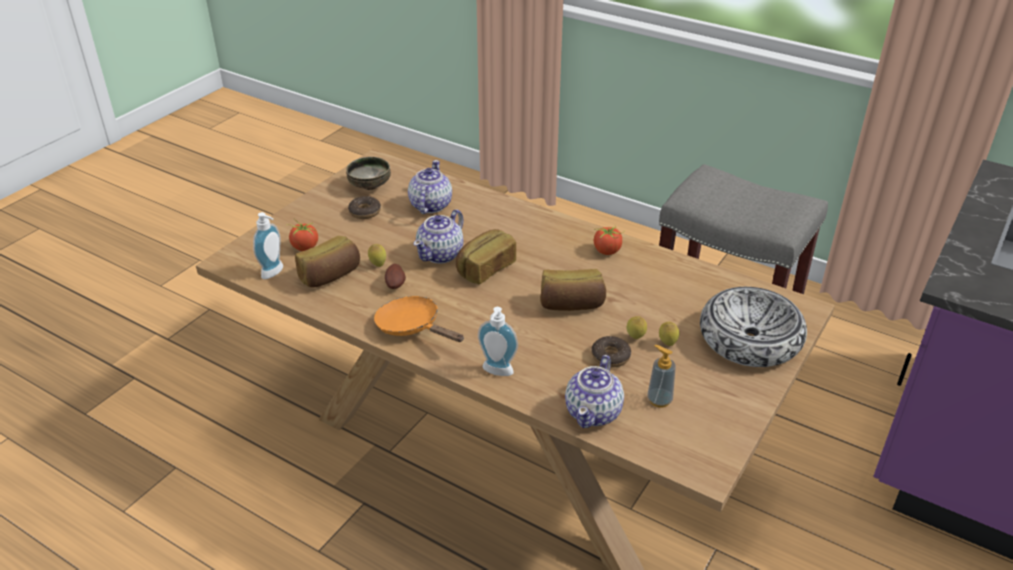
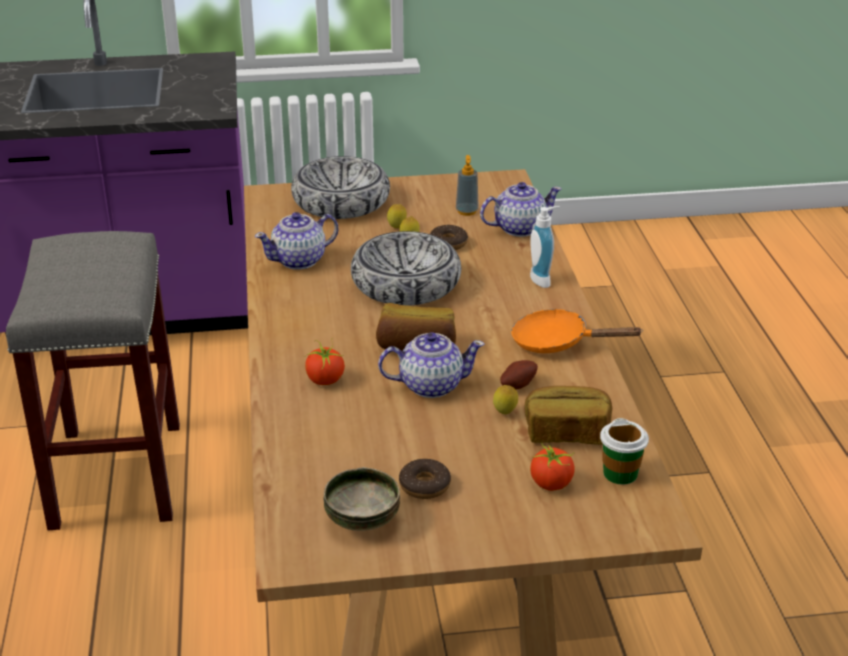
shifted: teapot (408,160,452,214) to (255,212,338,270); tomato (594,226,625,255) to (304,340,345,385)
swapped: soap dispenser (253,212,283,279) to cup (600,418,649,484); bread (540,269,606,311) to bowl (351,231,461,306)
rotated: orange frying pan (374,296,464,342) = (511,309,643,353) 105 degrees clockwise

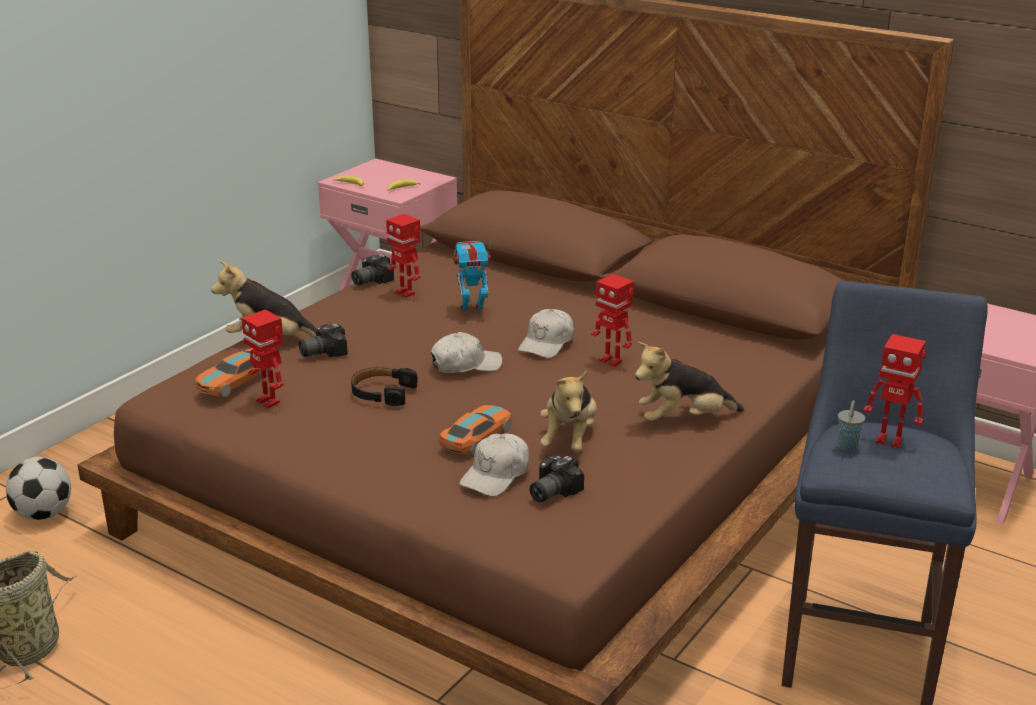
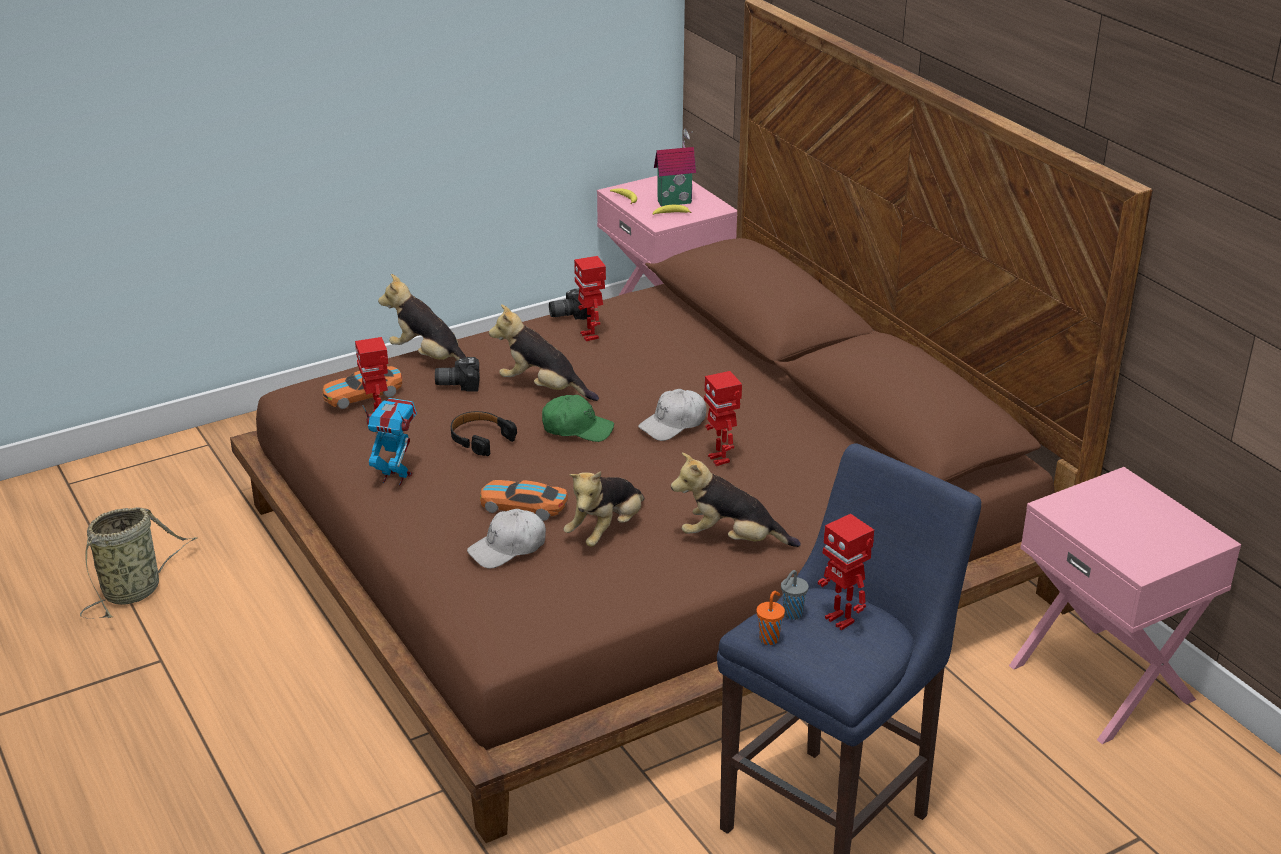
gone: football (6,457,71,520); photo camera (529,455,584,503)
new: plush toy (489,304,599,401); toy house (654,129,696,206); orange cup (757,591,785,645)
shifted: toy robot (454,241,491,316) to (362,398,417,486)
repainted: white cap (431,332,502,373) to green cap (542,395,614,442)
rotated: toy car (438,405,512,455) = (480,480,568,521) 135 degrees counterclockwise

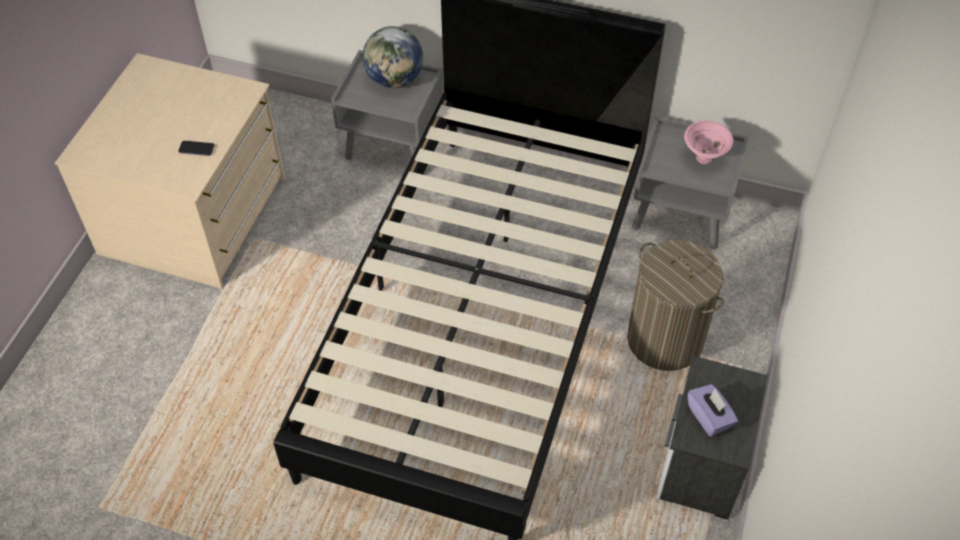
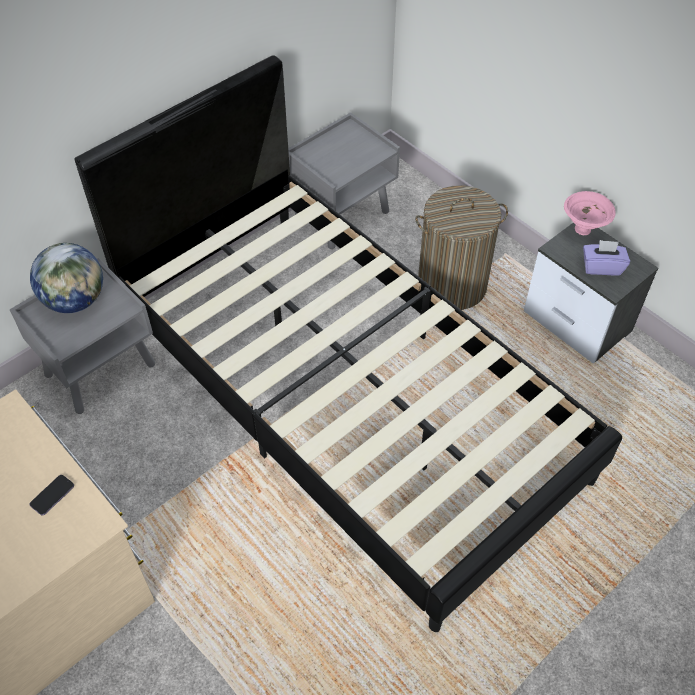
shifted: pink bowl (684,121,733,164) to (564,191,616,235)

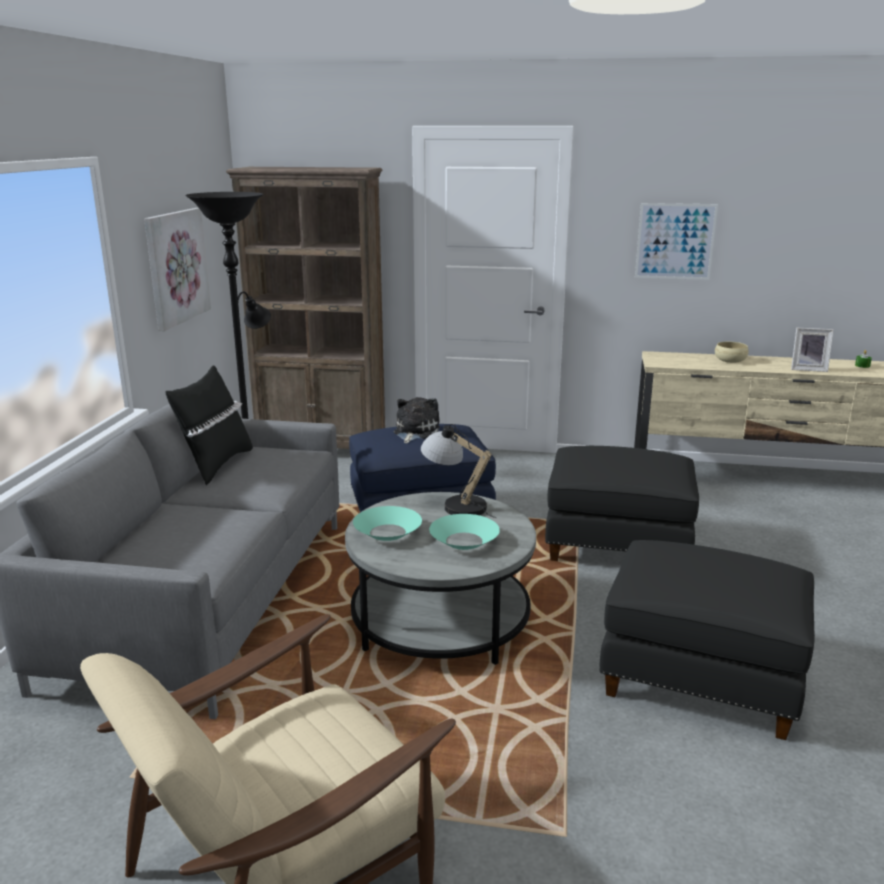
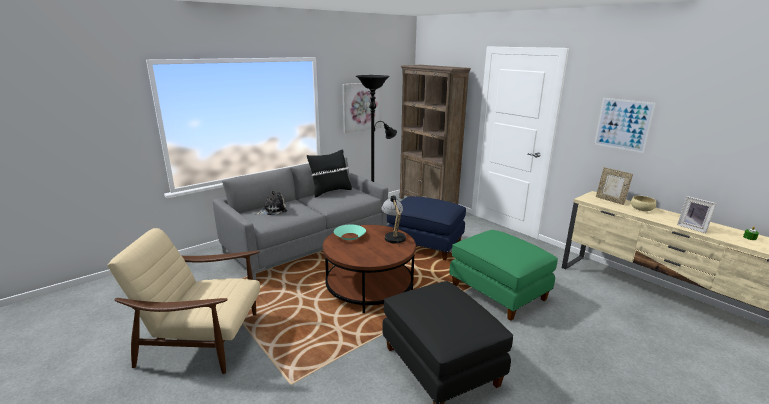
gone: turquoise bowl (429,514,500,550)
new: picture frame (596,167,633,205)
shifted: plush toy (394,397,440,443) to (256,191,287,215)
repainted: grey coffee table (345,492,536,665) to brown coffee table (323,225,416,313); black ottoman (545,446,699,561) to green ottoman (450,230,558,321)

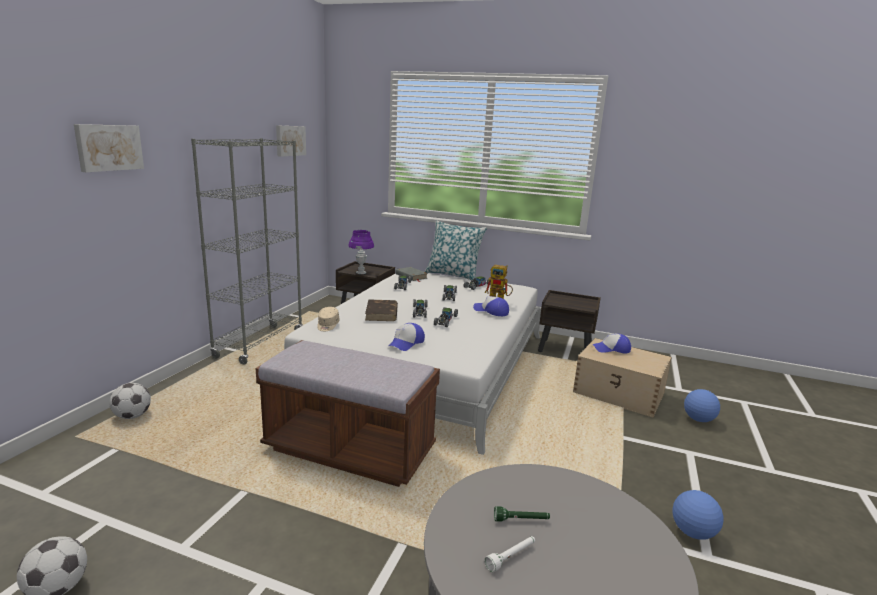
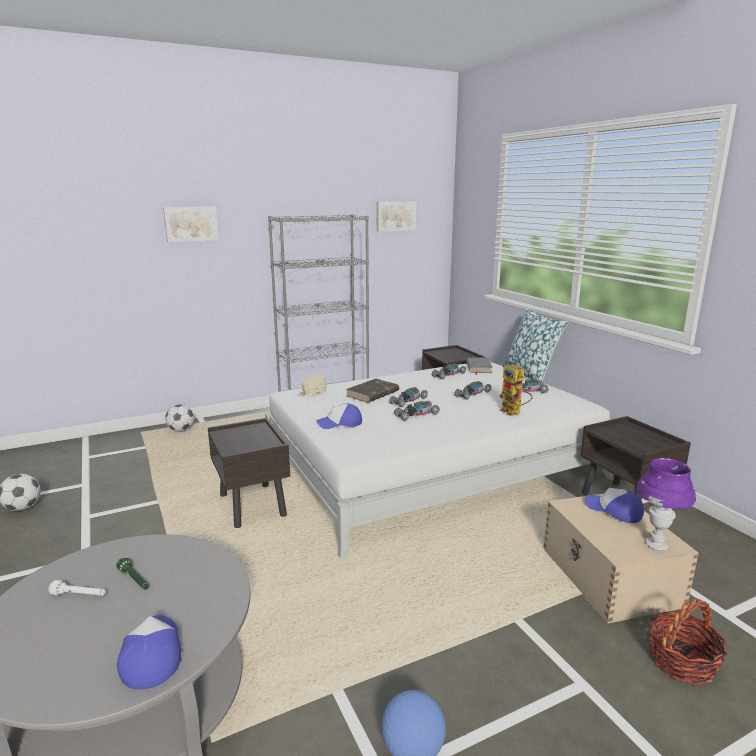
shifted: purple table lamp (348,230,374,274) to (636,458,696,551); cap (473,296,509,316) to (117,615,181,690)
swapped: brown bench (256,340,440,487) to brown nightstand (208,418,290,528); football (684,389,720,422) to basket (649,598,727,685)

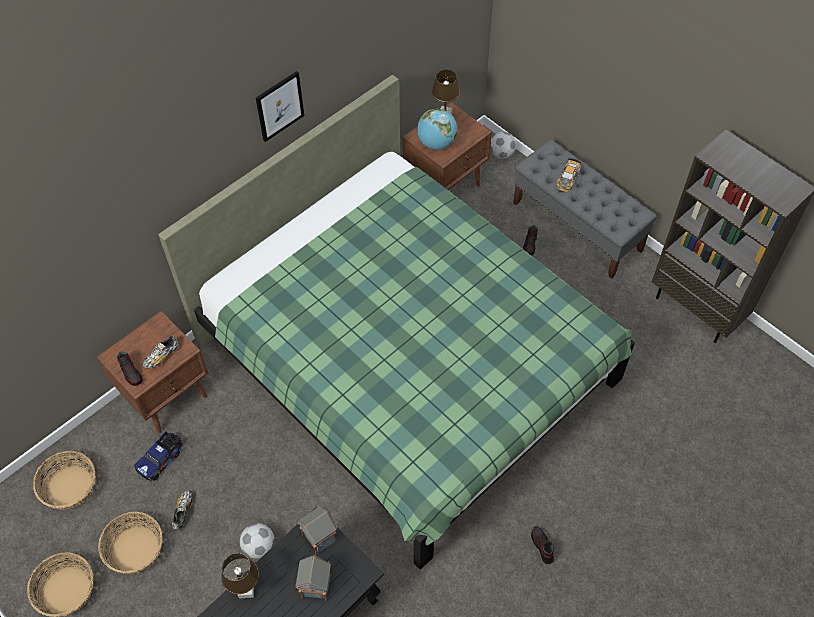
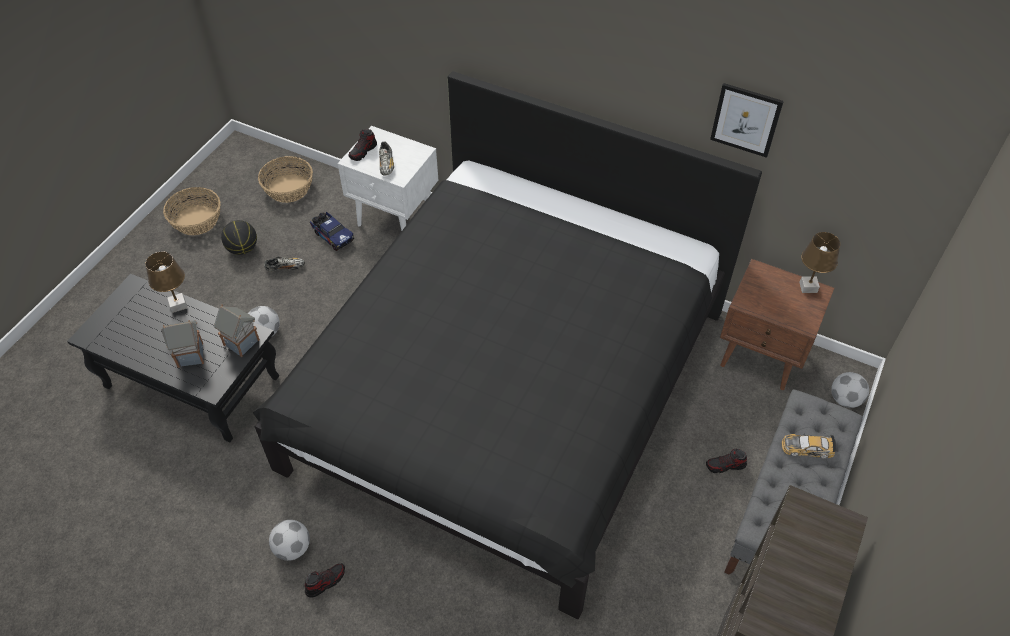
gone: globe (417,109,457,150)
new: football (269,520,310,561)
shifted: picture (256,71,304,142) to (710,83,784,158)
swapped: basket (98,512,163,574) to basketball (221,220,257,255)
repainted: brown nightstand (97,311,208,434) to white nightstand (338,126,438,231); green bed (159,75,635,569) to black bed (253,71,762,619)
rotated: toy truck (134,431,183,481) = (310,212,354,251) 150 degrees counterclockwise; shoe (142,336,179,368) = (379,142,394,176) 120 degrees counterclockwise

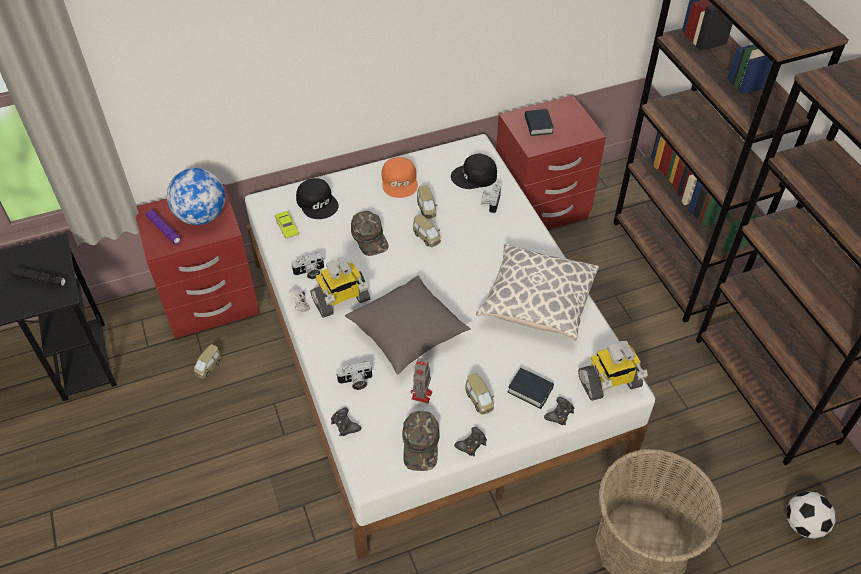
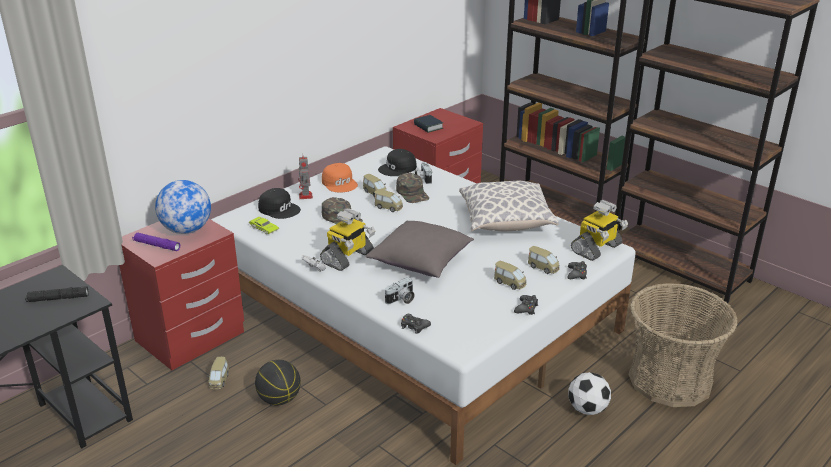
gone: photo camera (291,252,324,279)
new: basketball (255,360,301,405)
shifted: green cap (402,411,440,471) to (396,173,429,203); toy robot (410,358,432,403) to (298,157,313,199); football (786,491,836,539) to (568,372,611,415)
swapped: book (508,368,554,409) to toy car (528,246,560,274)

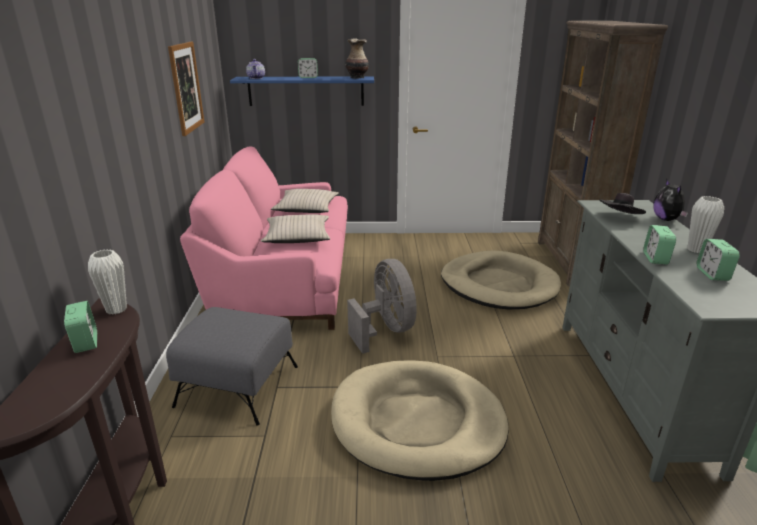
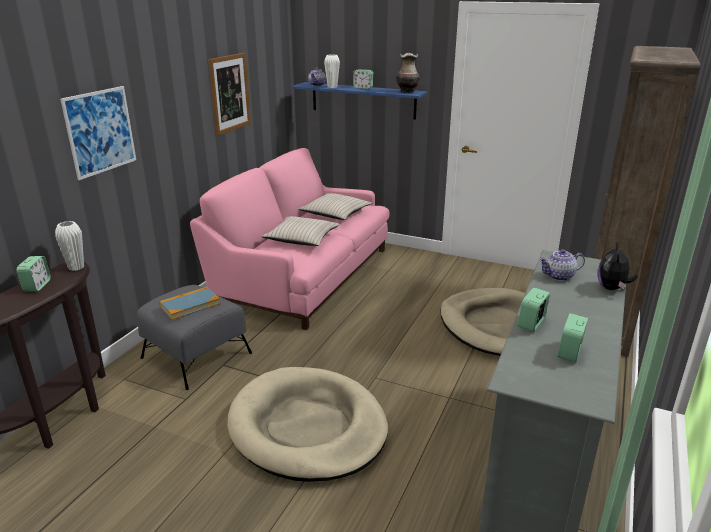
gone: grey fan (347,259,417,354)
new: picture (60,86,136,180); book (159,287,220,320)
shifted: white vase (687,196,724,253) to (324,54,340,88)
swapped: black hat (599,193,646,214) to teapot (539,249,585,281)

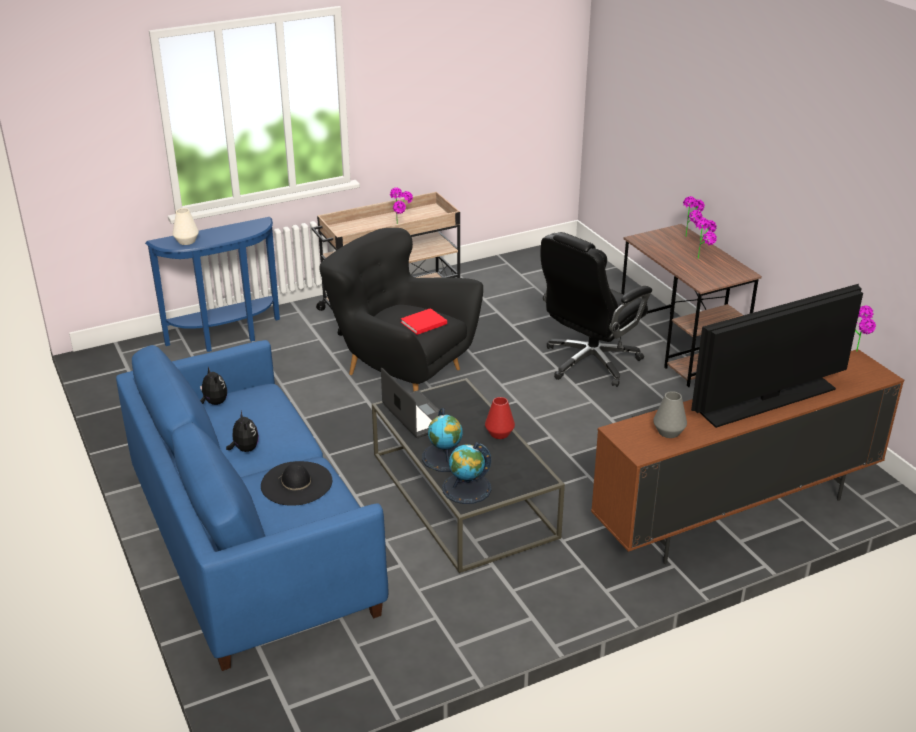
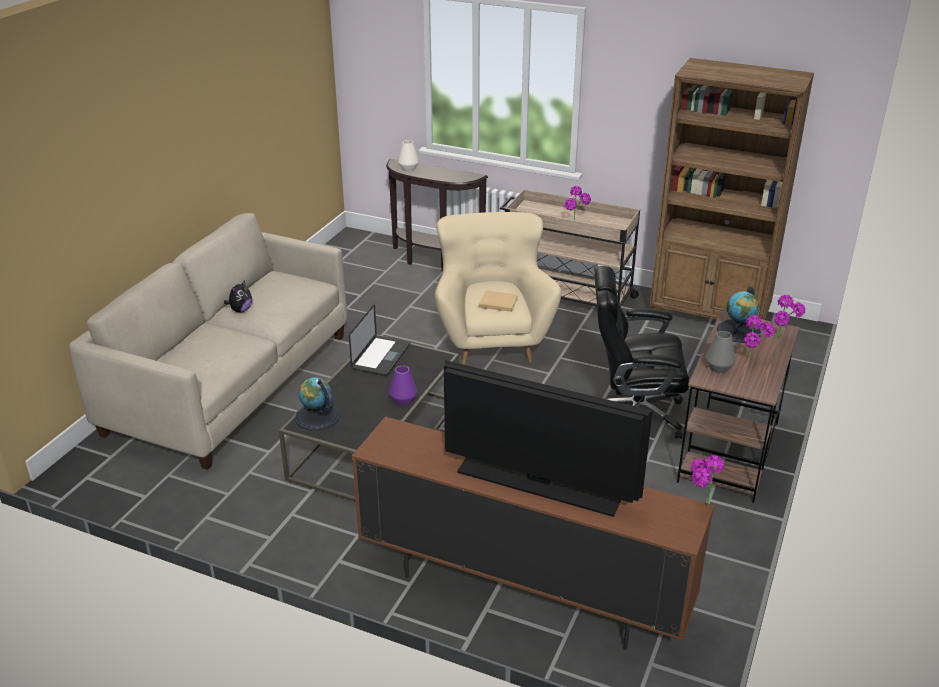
gone: plush toy (200,367,227,405); black hat (261,461,332,506)
new: brown bookcase (650,58,814,320)
shifted: globe (422,408,463,472) to (717,286,761,343); grey vase (653,391,687,438) to (705,331,736,373)
repainted: blue sofa (116,340,388,671) to beige sofa (69,213,347,470); blue console table (145,217,280,352) to brown console table (386,159,488,272); black armchair (319,228,483,392) to beige armchair (435,212,562,365); red book (401,308,447,335) to beige book (479,290,518,312); red vase (485,397,515,439) to purple vase (389,366,417,405)

